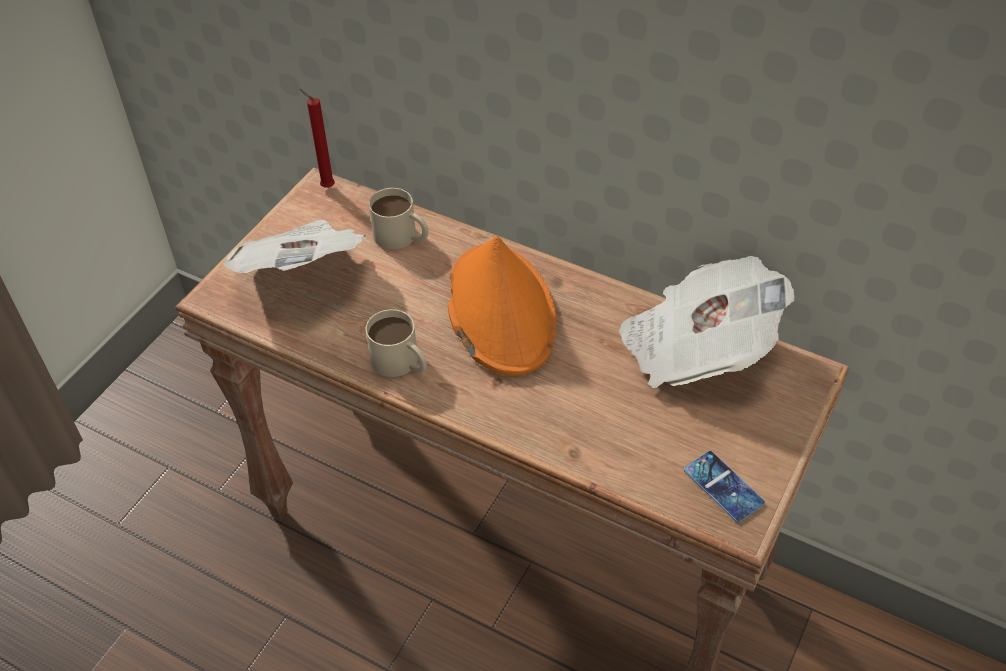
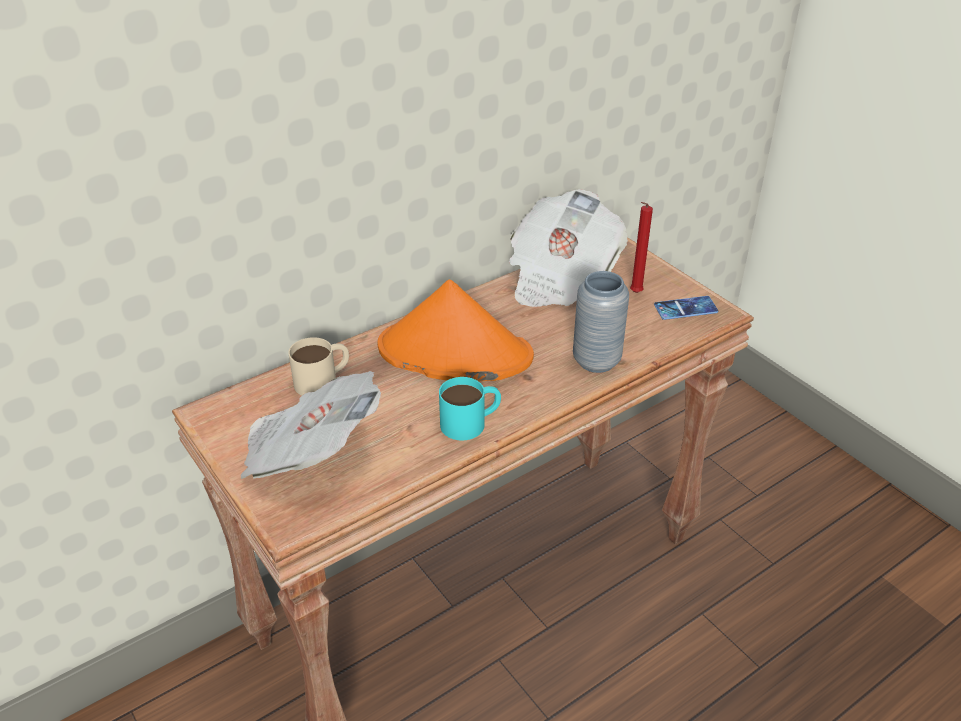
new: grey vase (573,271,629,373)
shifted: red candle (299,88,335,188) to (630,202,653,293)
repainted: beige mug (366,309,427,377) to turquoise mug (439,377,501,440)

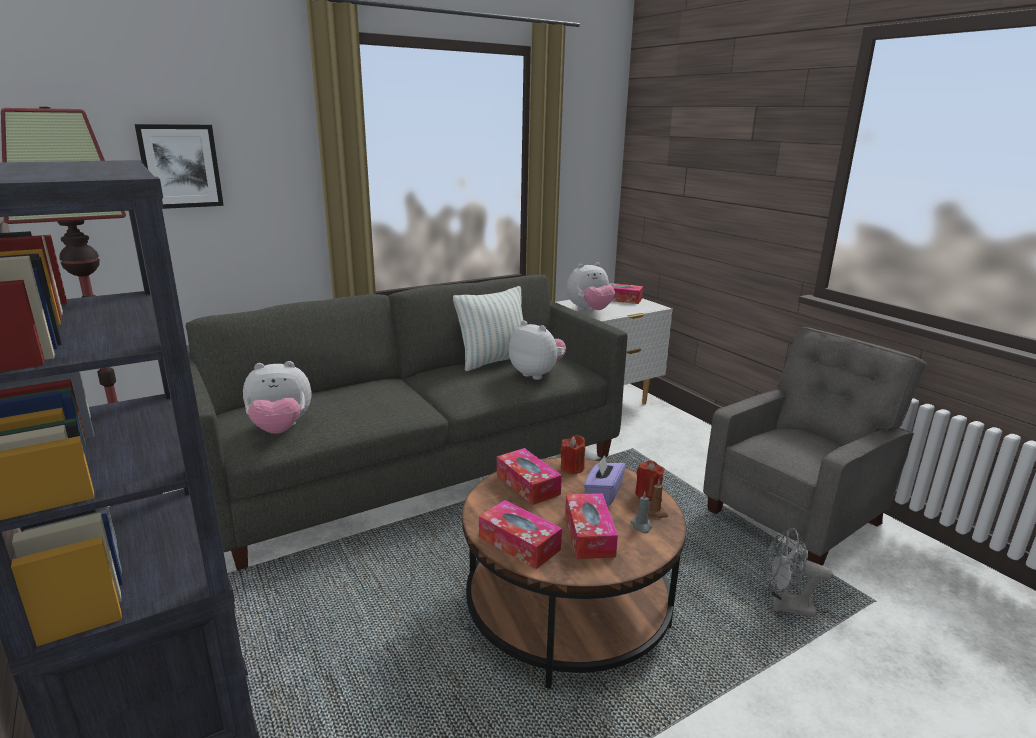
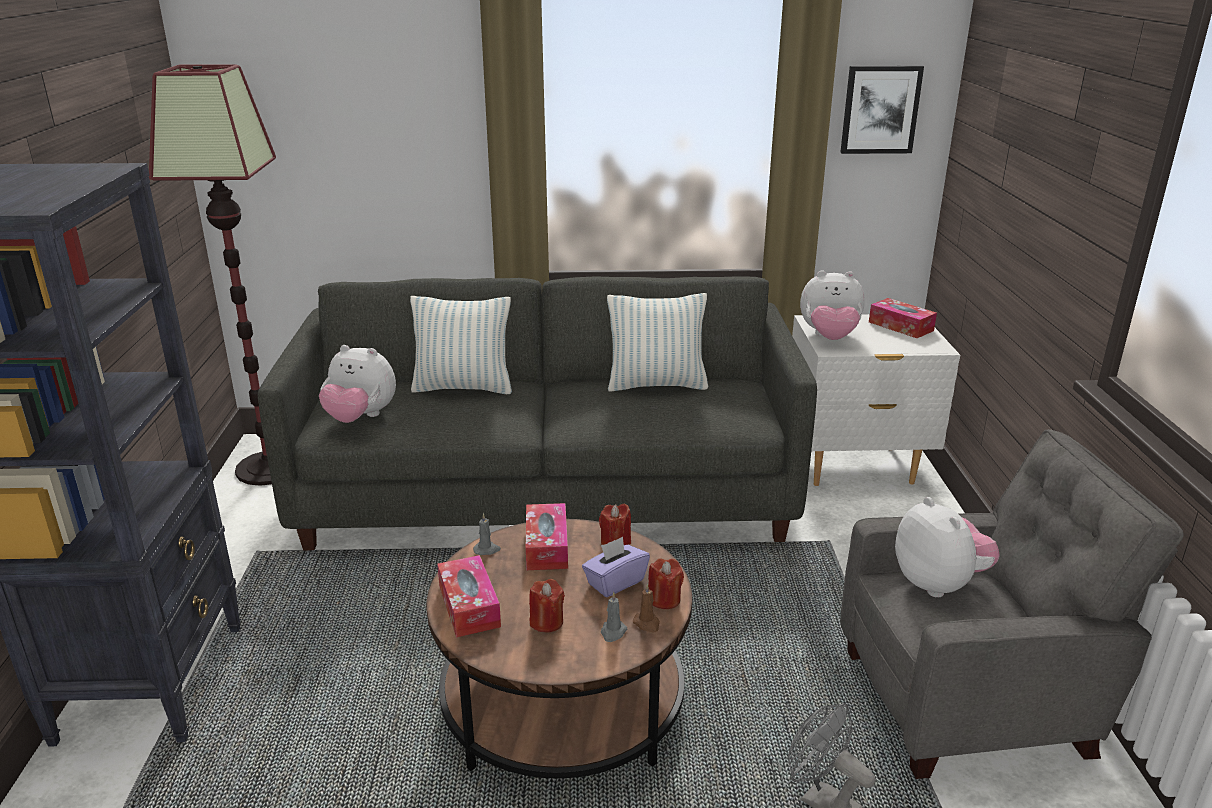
new: pillow (410,296,512,394); grey candle (473,513,501,555)
shifted: picture (134,124,224,209) to (840,66,924,154); plush toy (509,321,566,380) to (895,497,1000,597)
swapped: tissue box (565,493,618,559) to red candle (529,579,565,632)

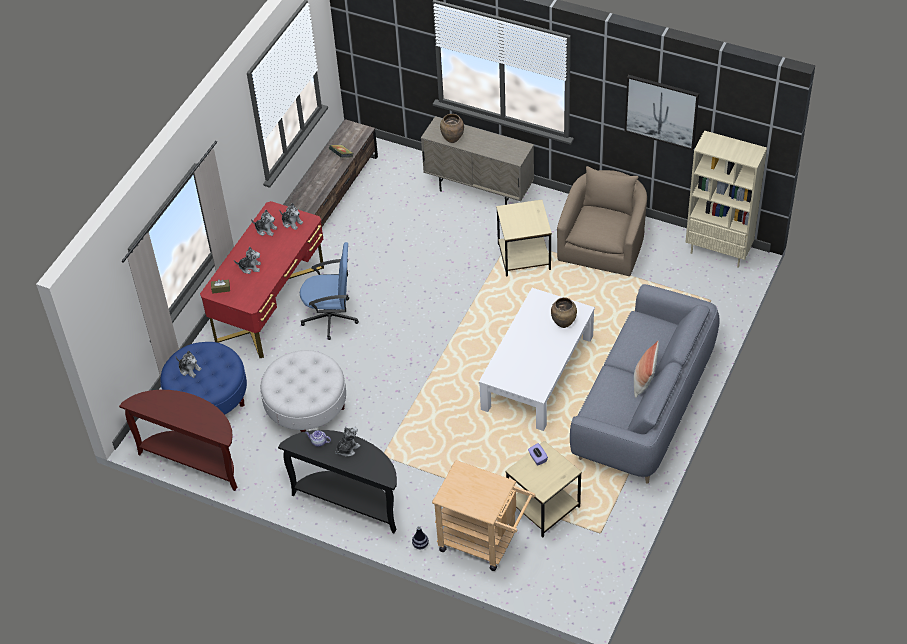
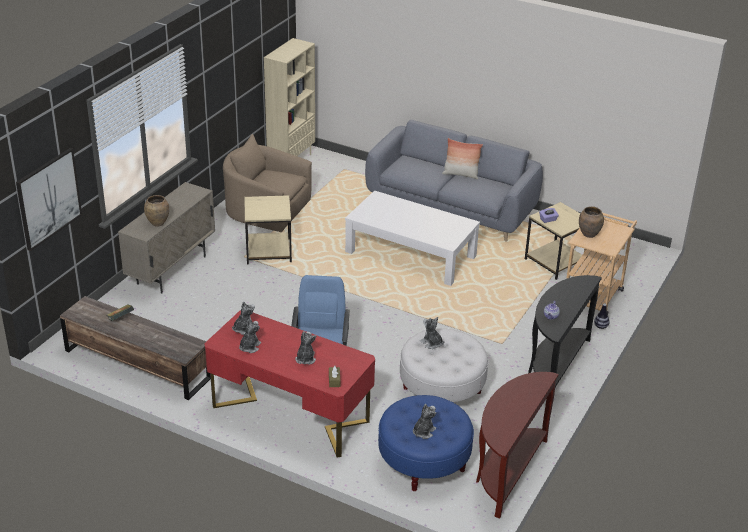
shifted: plush toy (335,427,360,457) to (420,317,444,349); brown vase (551,297,577,328) to (579,206,604,238); picture (624,75,699,150) to (16,148,82,251)

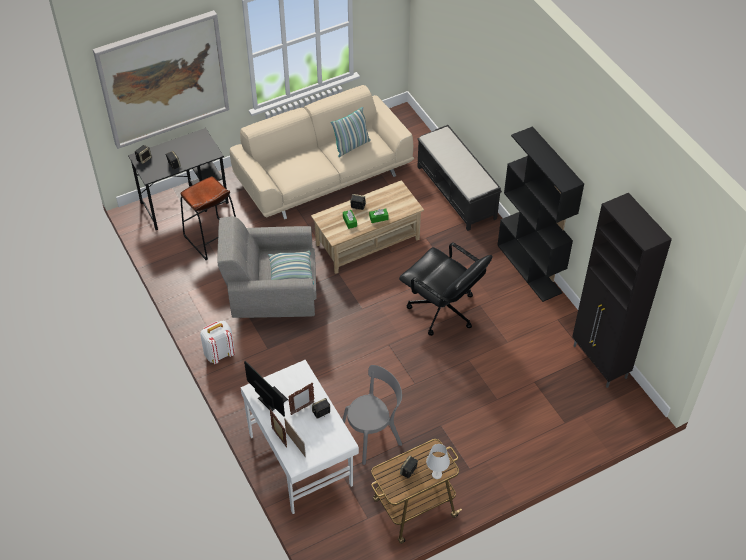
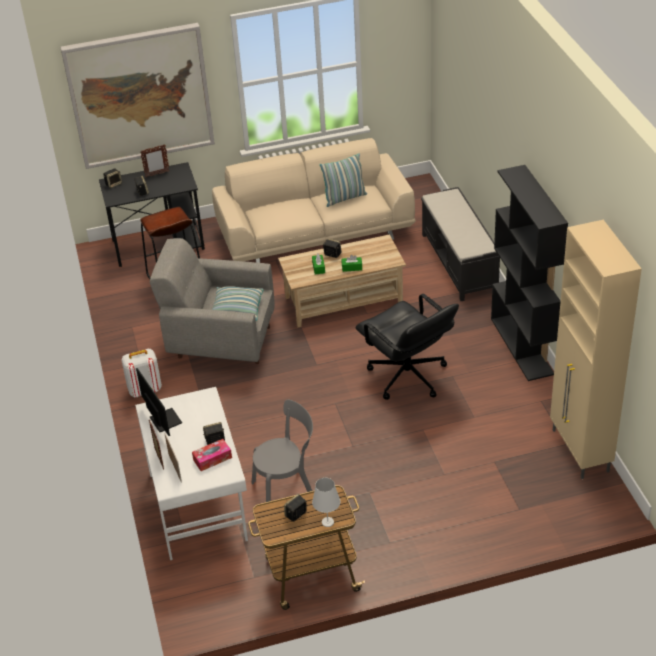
new: tissue box (192,439,232,471)
shifted: picture frame (288,383,315,415) to (140,144,170,177)
repainted: black cabinet (572,193,672,388) to beige cabinet (550,220,642,479)

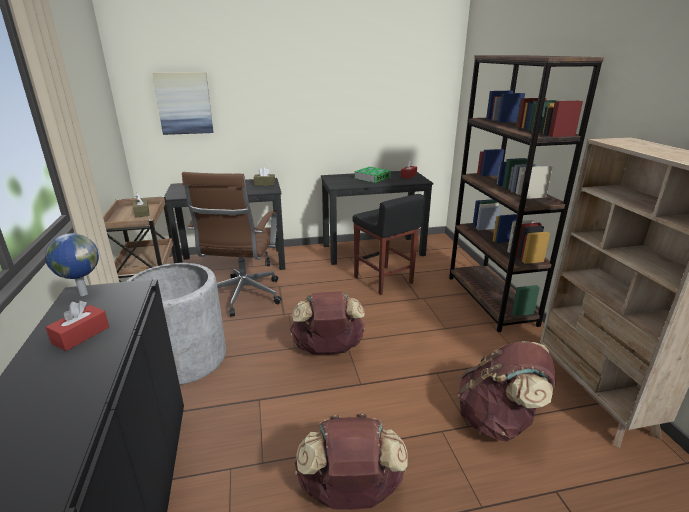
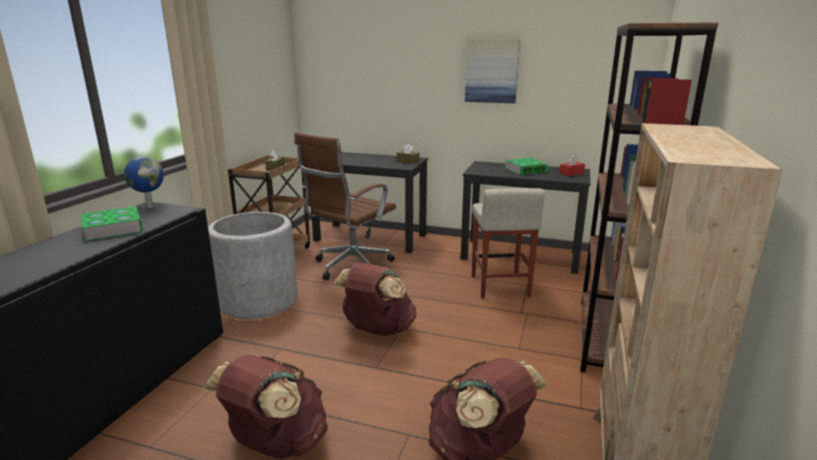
shifted: picture (152,72,214,135) to (465,39,520,103)
swapped: red tissue box (45,301,109,351) to book (82,206,143,241)
repainted: black stool (352,194,424,295) to beige stool (472,188,545,299)

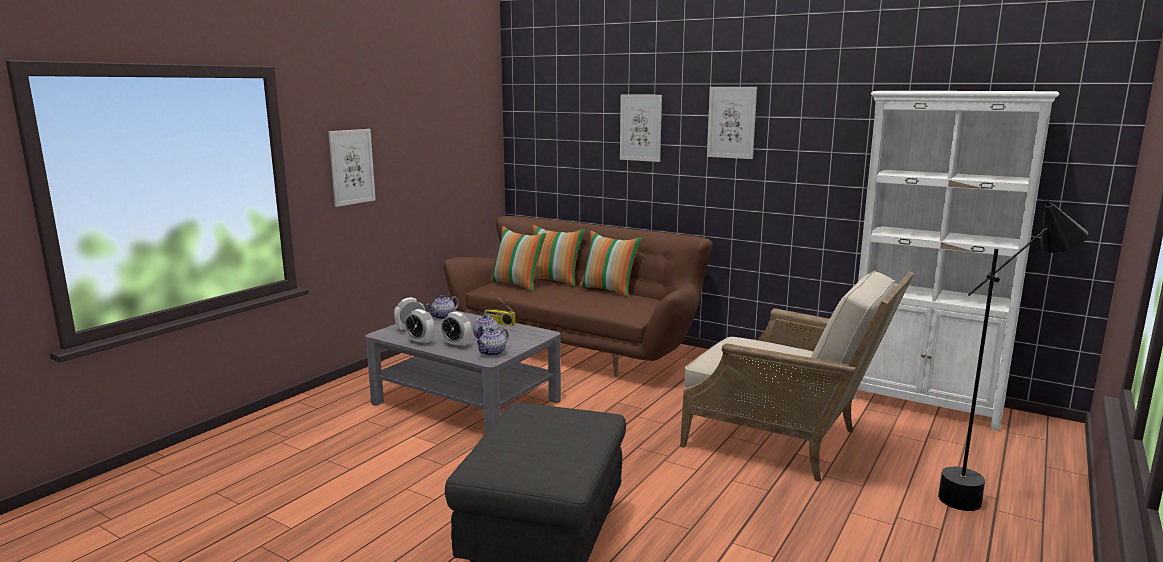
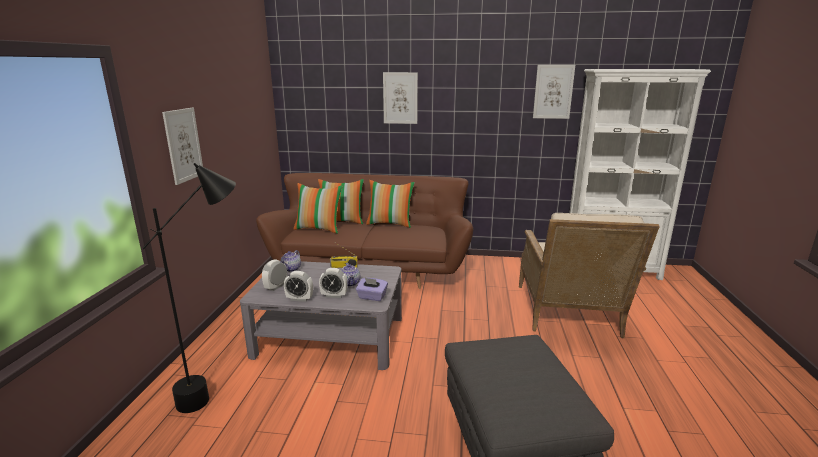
shifted: picture (707,87,757,159) to (533,65,575,119); black floor lamp (938,200,1088,511) to (142,163,236,413)
swapped: teapot (475,328,509,356) to purple tissue box (356,278,388,301)
rotated: beige armchair (680,270,914,482) = (519,213,660,338) 90 degrees clockwise

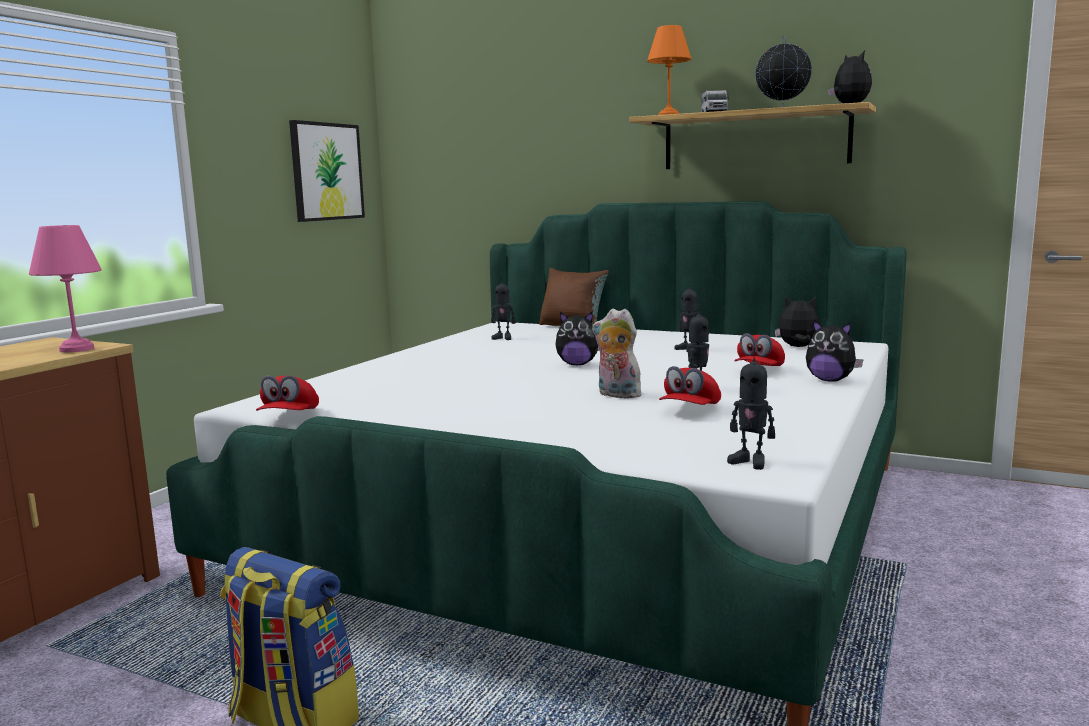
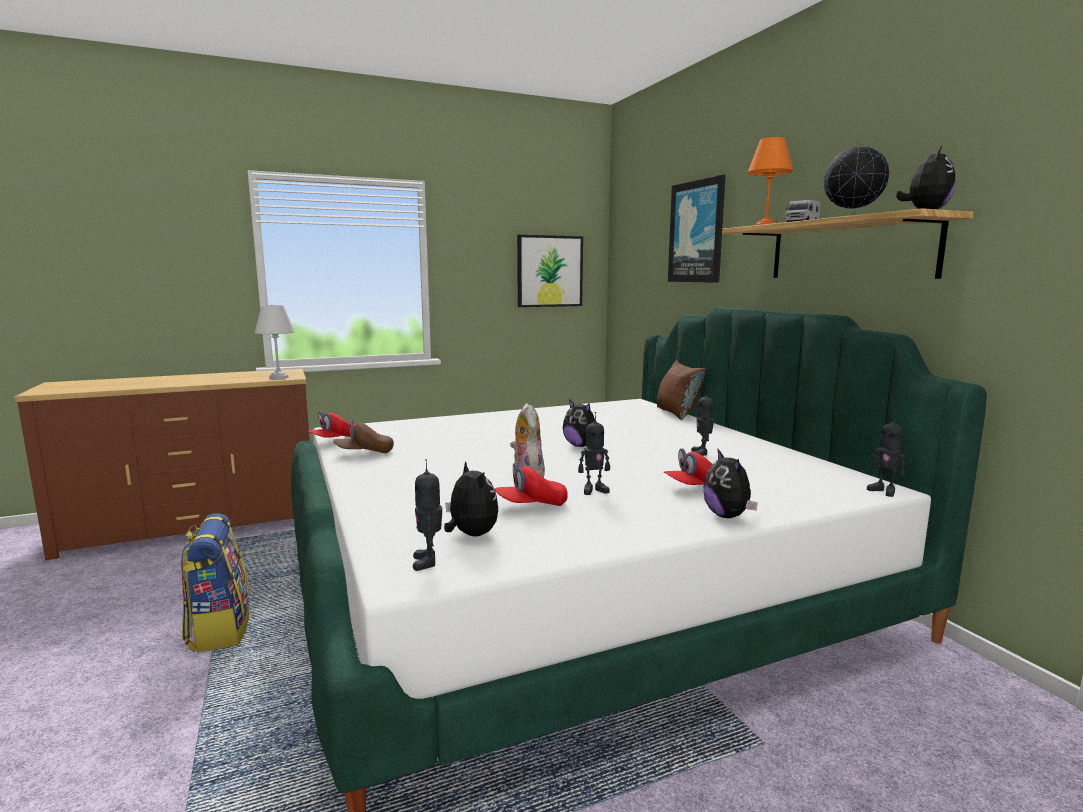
new: brown cap (333,420,394,453); picture (668,175,726,283)
shifted: toy robot (491,276,516,340) to (867,413,905,497); plush toy (774,297,820,347) to (444,462,498,536)
repainted: pink table lamp (29,225,102,353) to white table lamp (255,305,295,379)

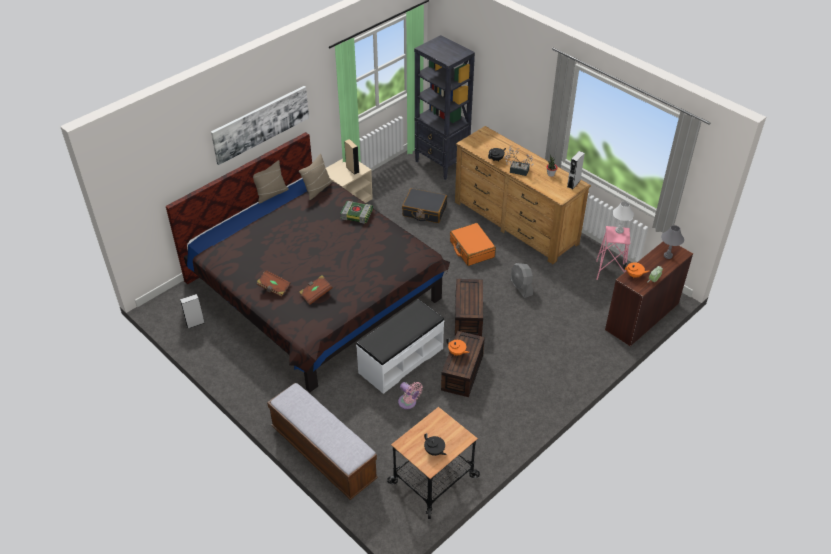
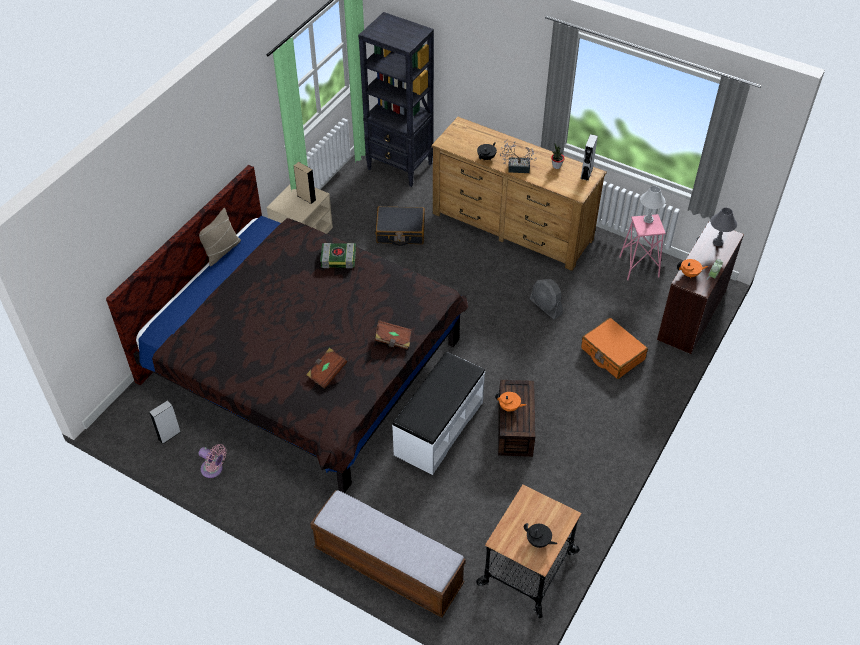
gone: picture (211,86,309,165); beige pillow (299,154,332,200); brown storage box (455,279,483,336)
shifted: brown book (257,270,291,297) to (374,320,412,350); pink fan (398,382,423,409) to (198,444,227,478); orange suitcase (450,223,496,266) to (581,318,648,379)

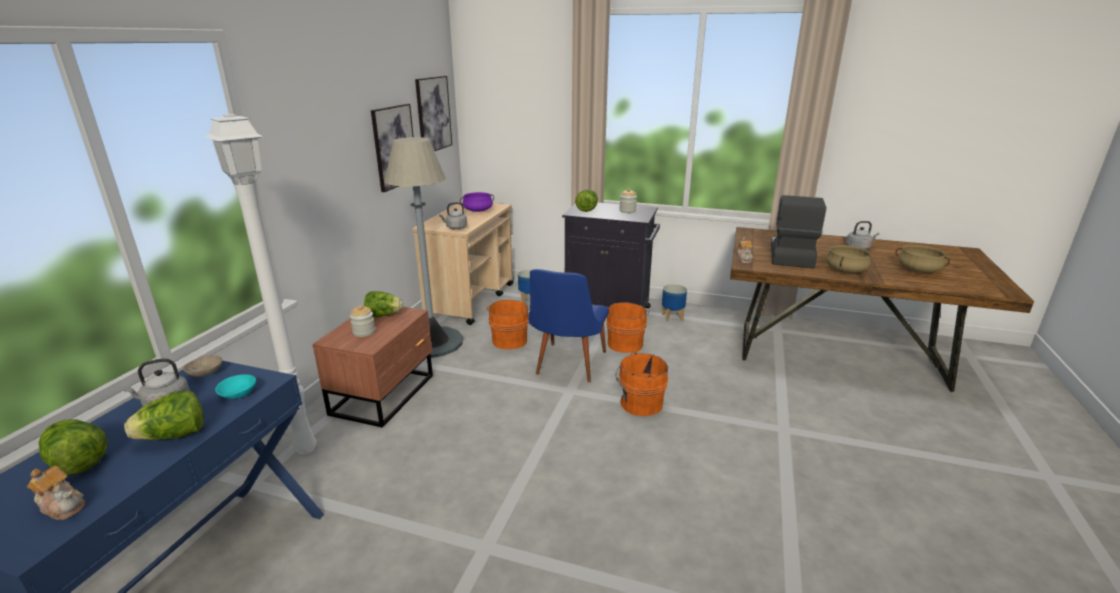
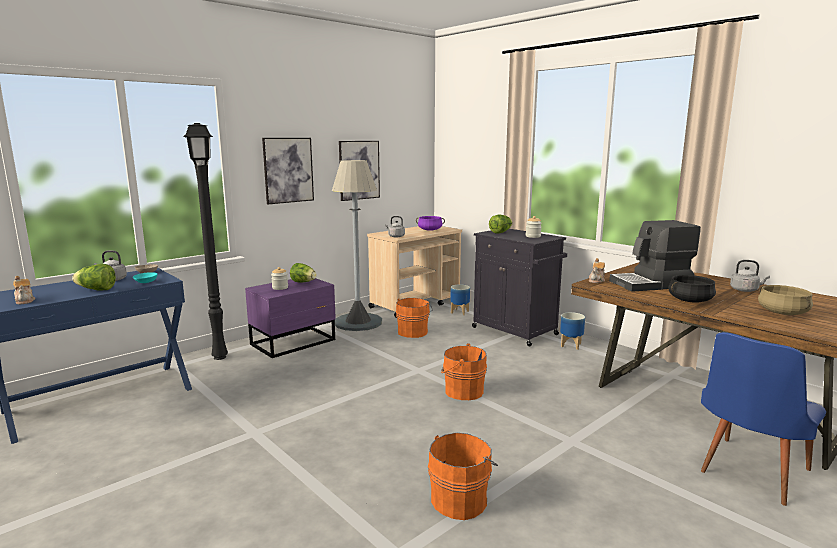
gone: lettuce (39,419,108,475)
shifted: picture (415,76,452,151) to (262,138,314,204); blue chair (528,269,609,382) to (701,332,826,506); orange bucket (606,302,649,353) to (428,433,498,520)
repainted: white floor lamp (204,114,317,455) to black floor lamp (183,123,228,360); brown nightstand (312,307,433,428) to purple nightstand (245,278,336,358); beige cooking pot (826,245,871,273) to black cooking pot (668,275,716,303)
rotated: coffee machine (771,195,826,269) = (609,220,701,292) 150 degrees counterclockwise

